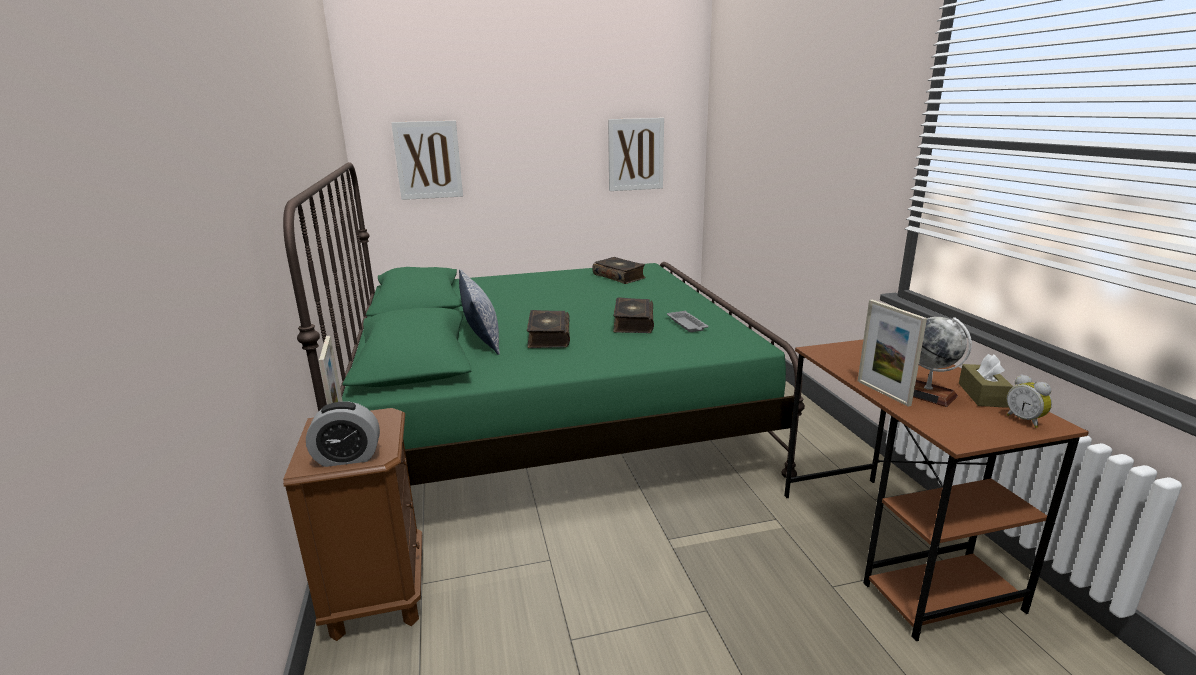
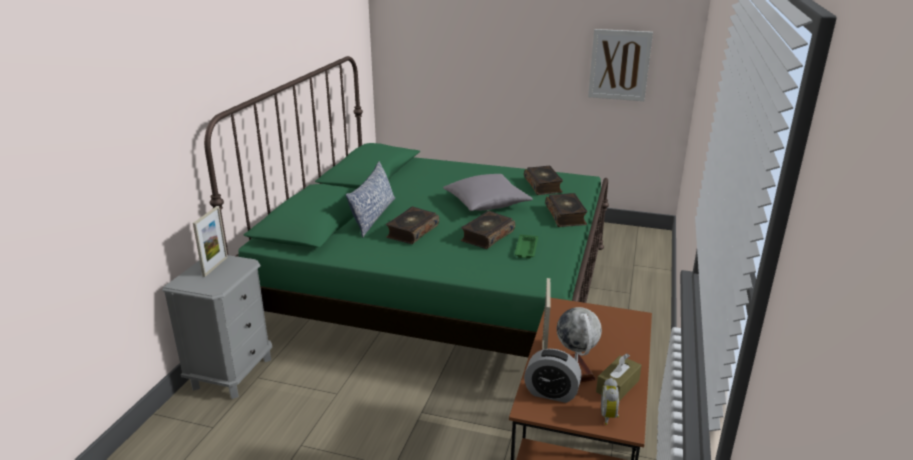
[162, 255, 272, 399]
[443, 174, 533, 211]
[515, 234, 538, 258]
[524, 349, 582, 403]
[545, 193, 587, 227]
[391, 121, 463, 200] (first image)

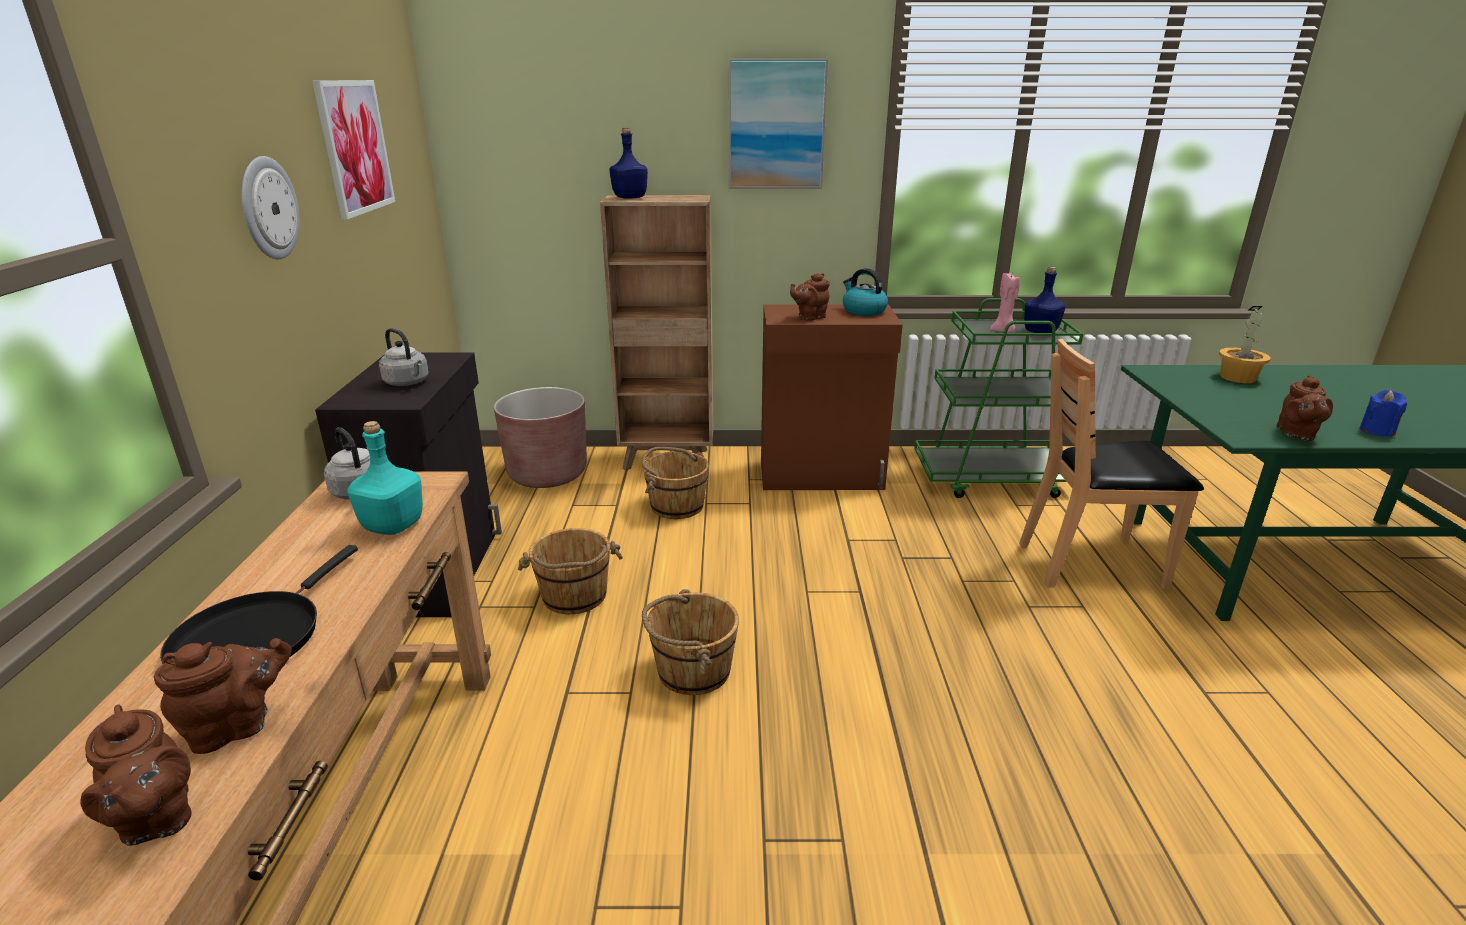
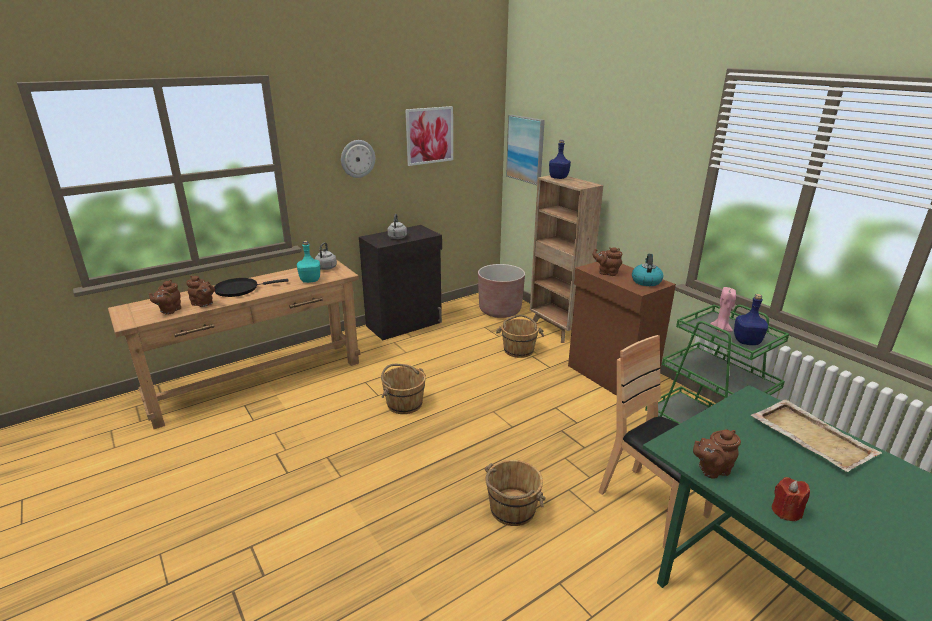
[485, 460, 546, 526]
[506, 115, 545, 185]
[751, 399, 882, 472]
[772, 477, 810, 521]

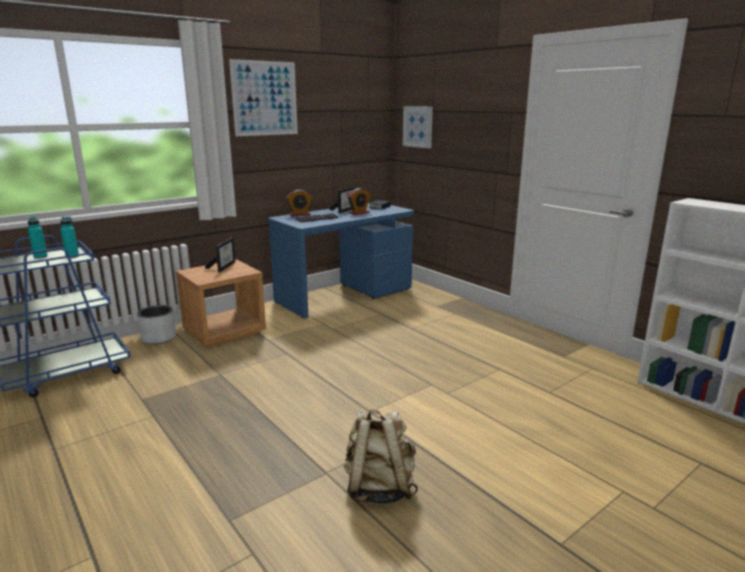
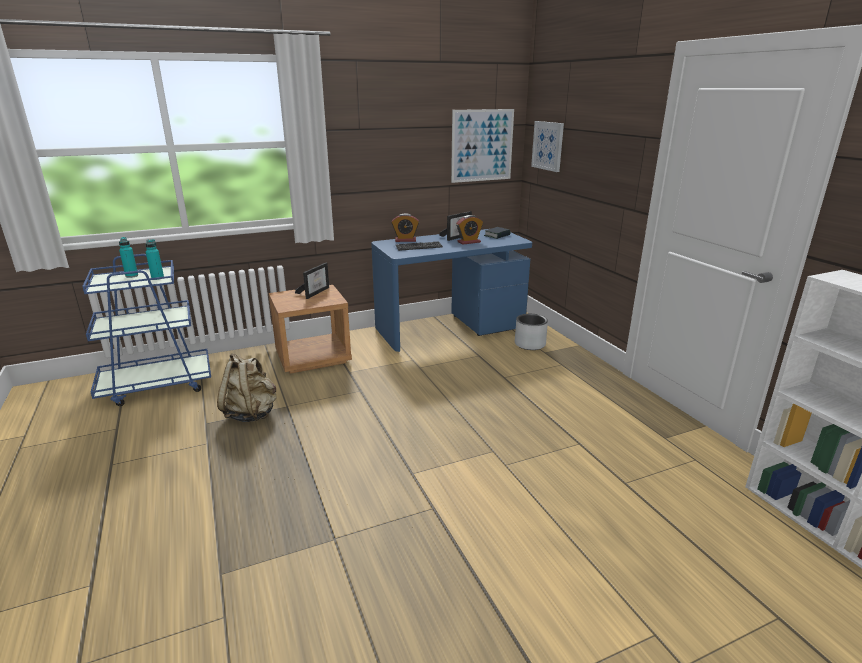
[217, 353, 277, 422]
[451, 109, 514, 183]
[515, 314, 548, 350]

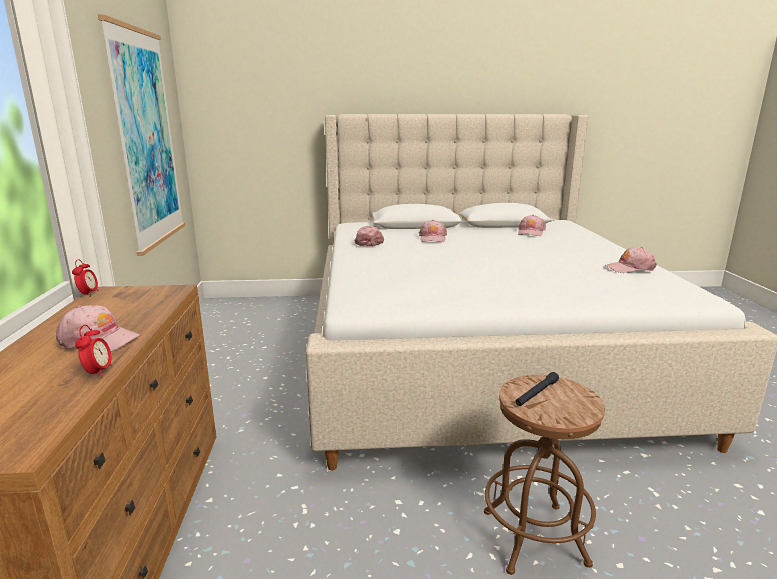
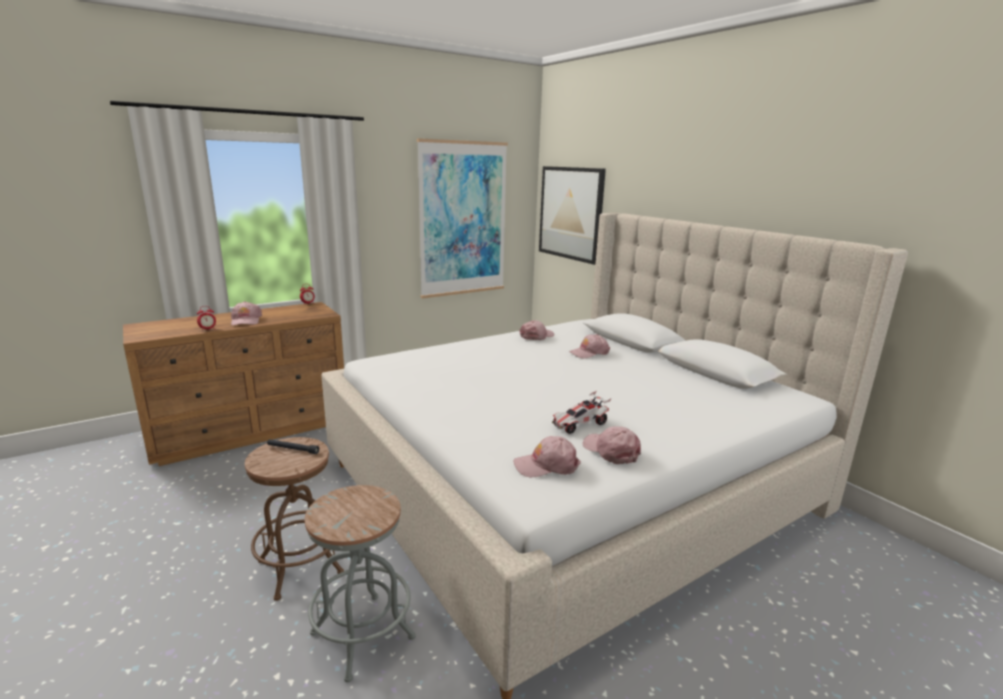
[305, 485, 416, 683]
[514, 436, 581, 478]
[539, 166, 606, 265]
[552, 391, 611, 434]

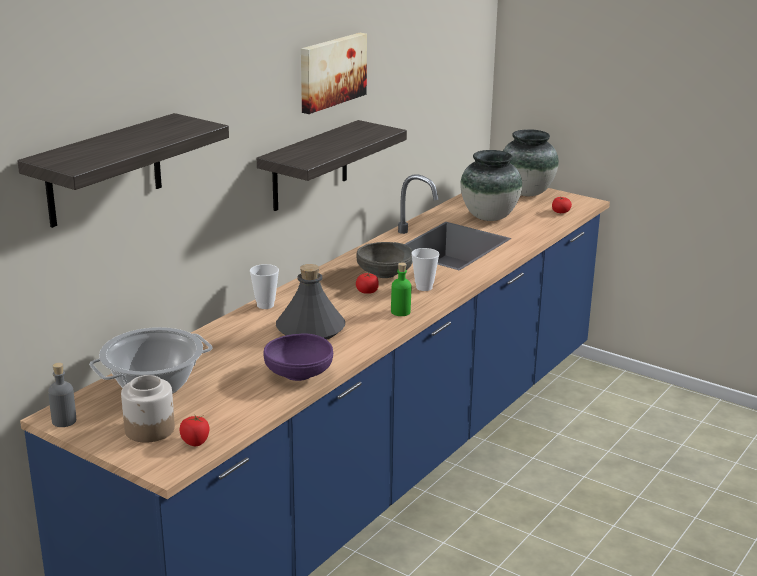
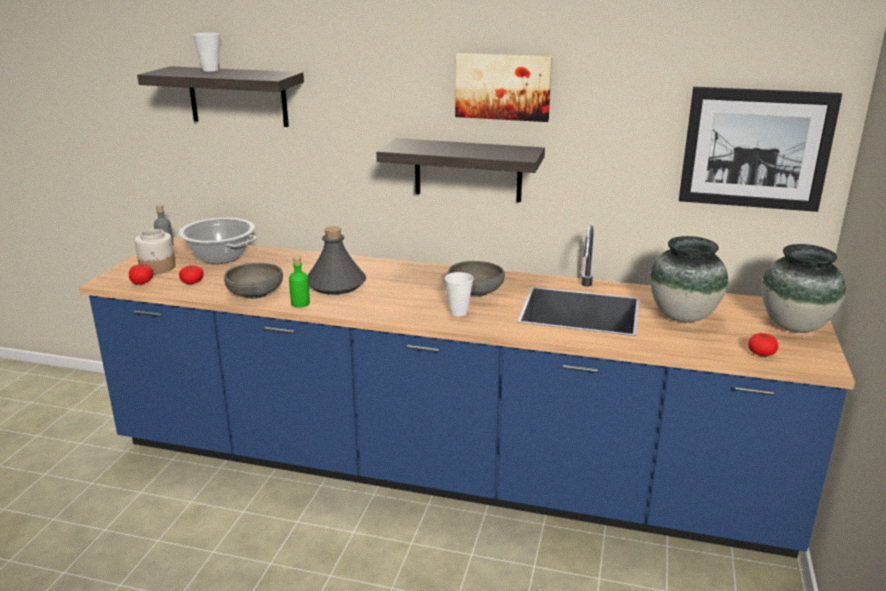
[179, 265, 204, 284]
[193, 33, 220, 71]
[224, 263, 283, 299]
[289, 256, 310, 308]
[679, 87, 842, 212]

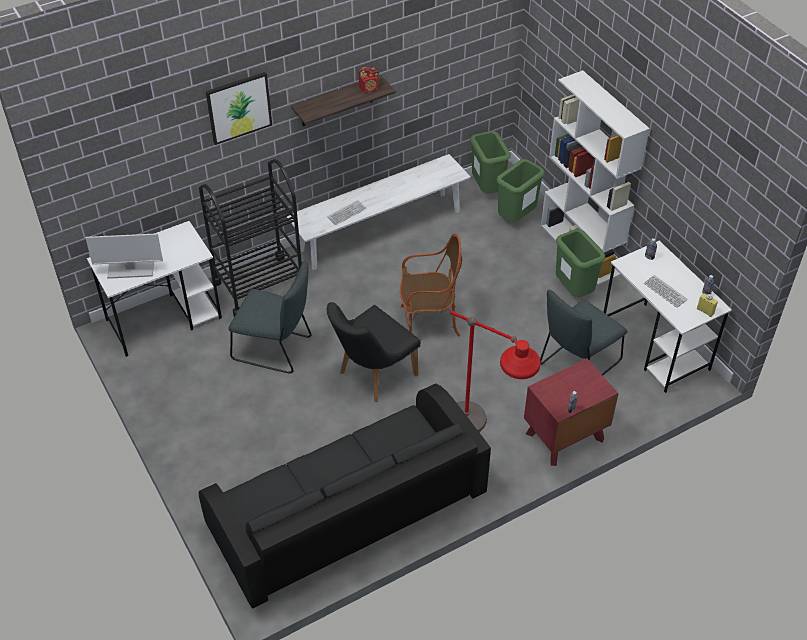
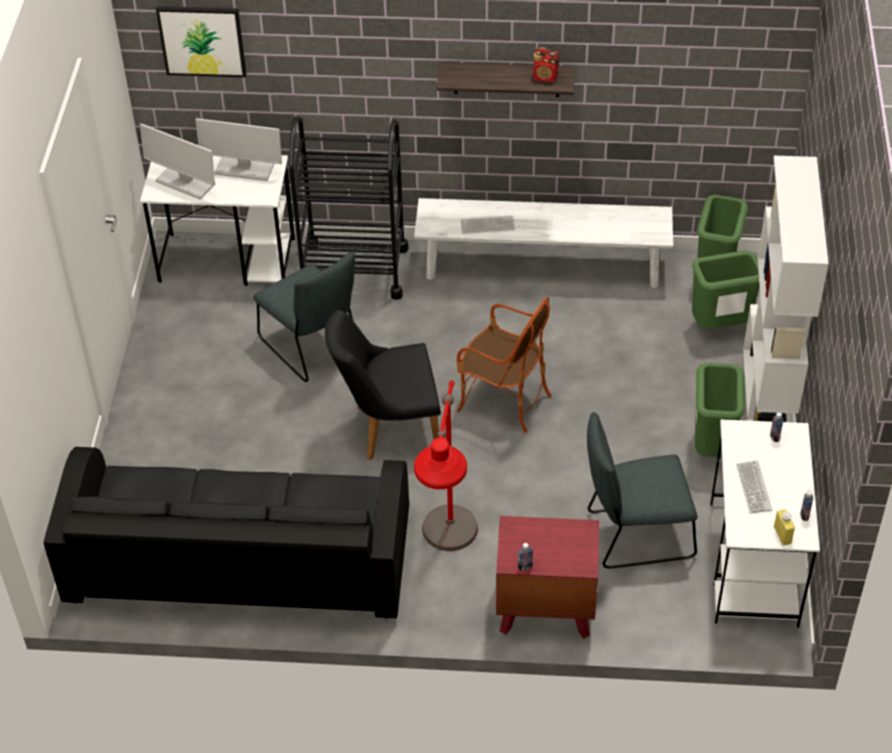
[156, 6, 247, 78]
[195, 118, 282, 181]

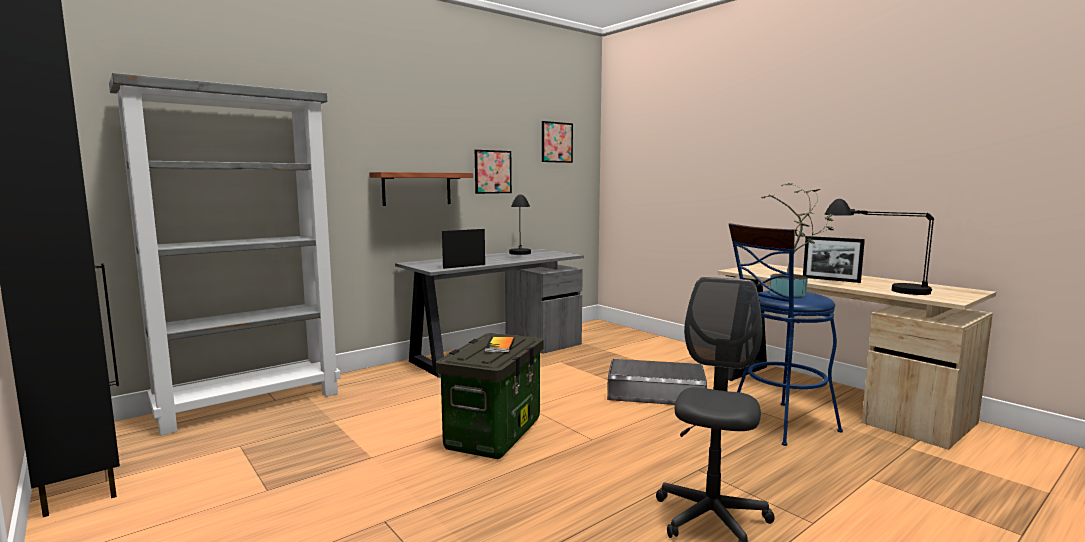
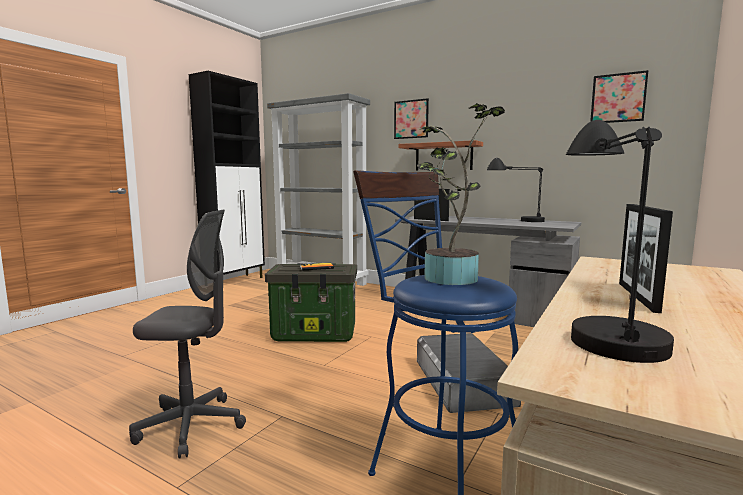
[394, 98, 429, 139]

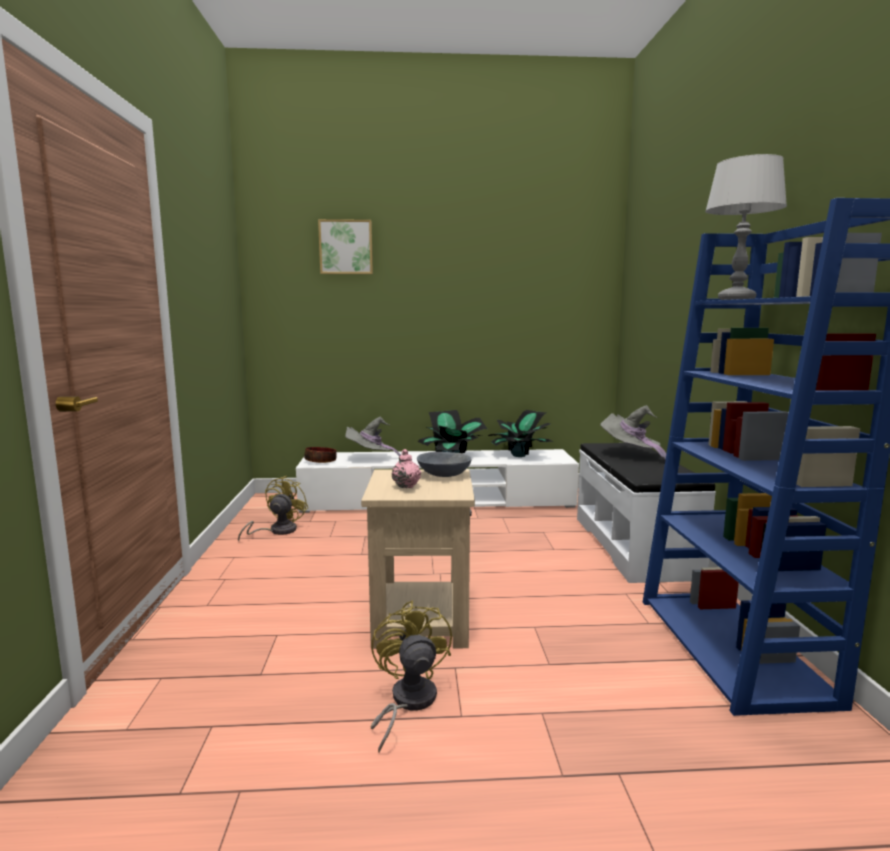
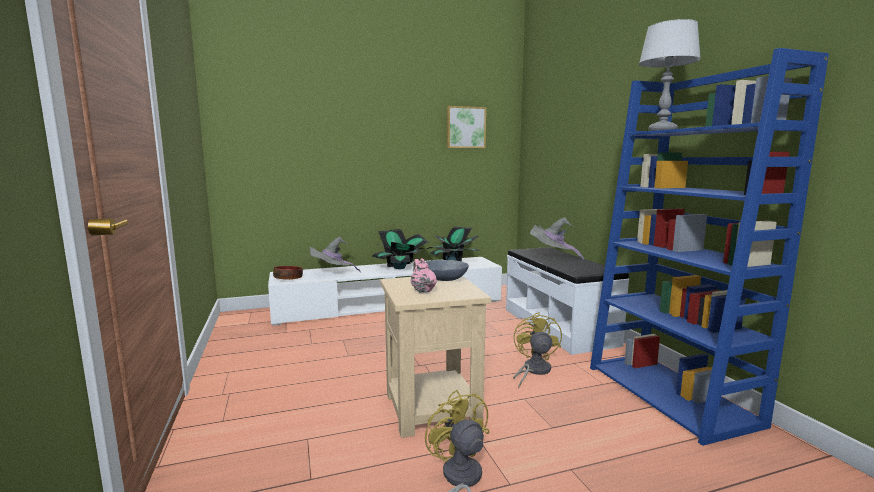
[447, 106, 486, 148]
[513, 312, 562, 389]

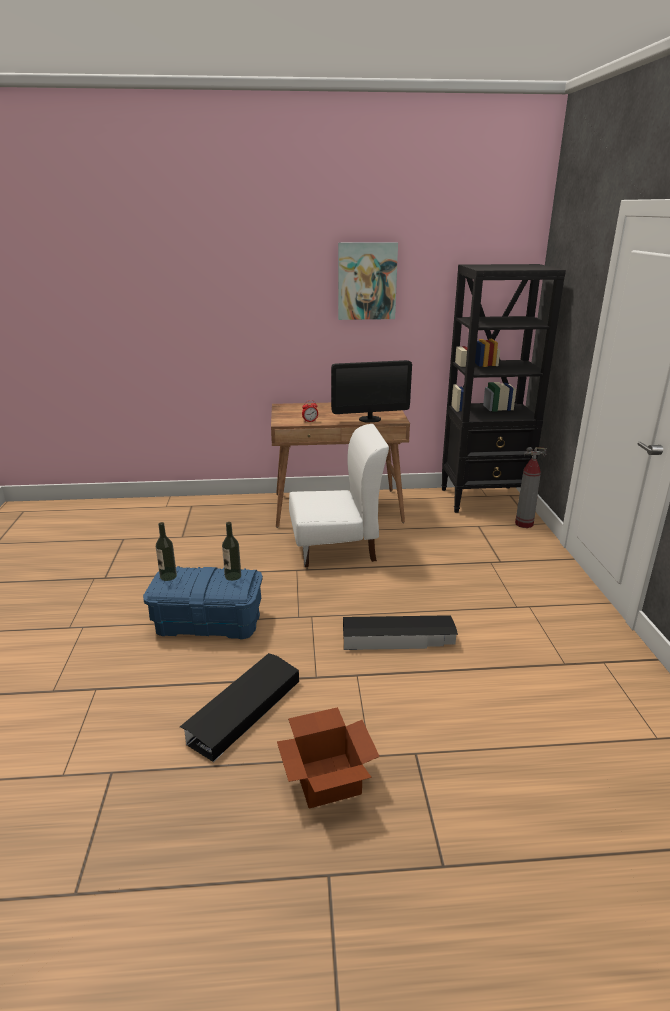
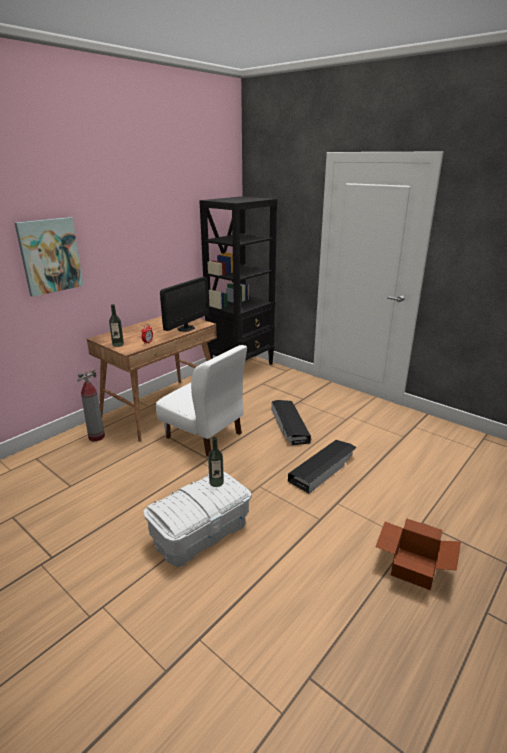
[15, 217, 84, 297]
[77, 370, 105, 441]
[109, 304, 124, 347]
[143, 472, 252, 567]
[156, 345, 247, 457]
[272, 400, 311, 445]

